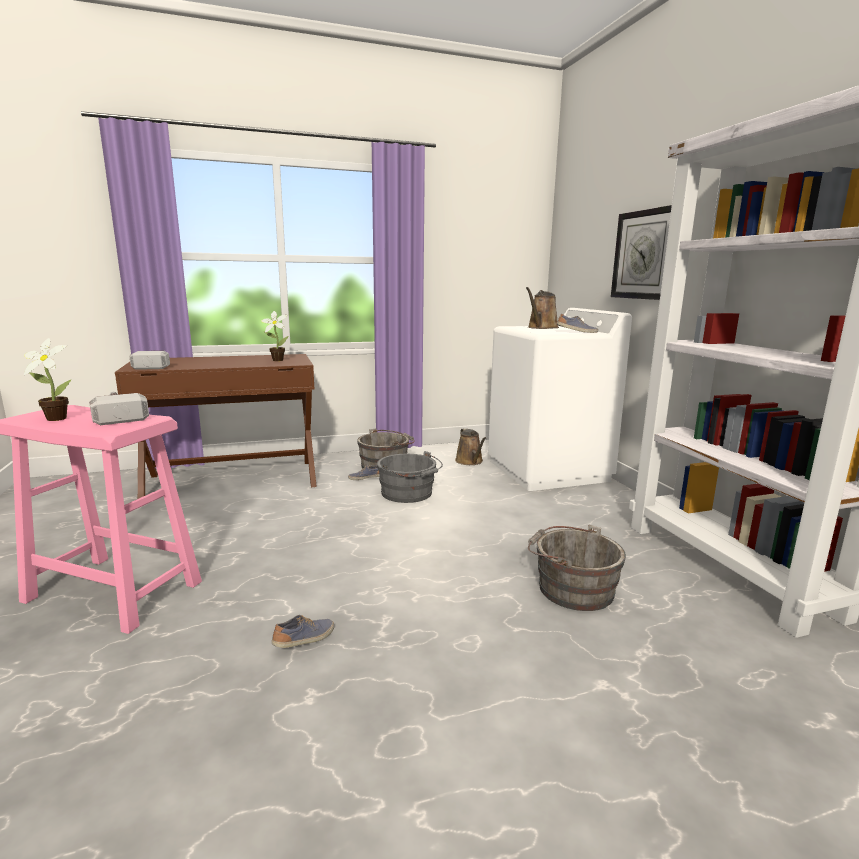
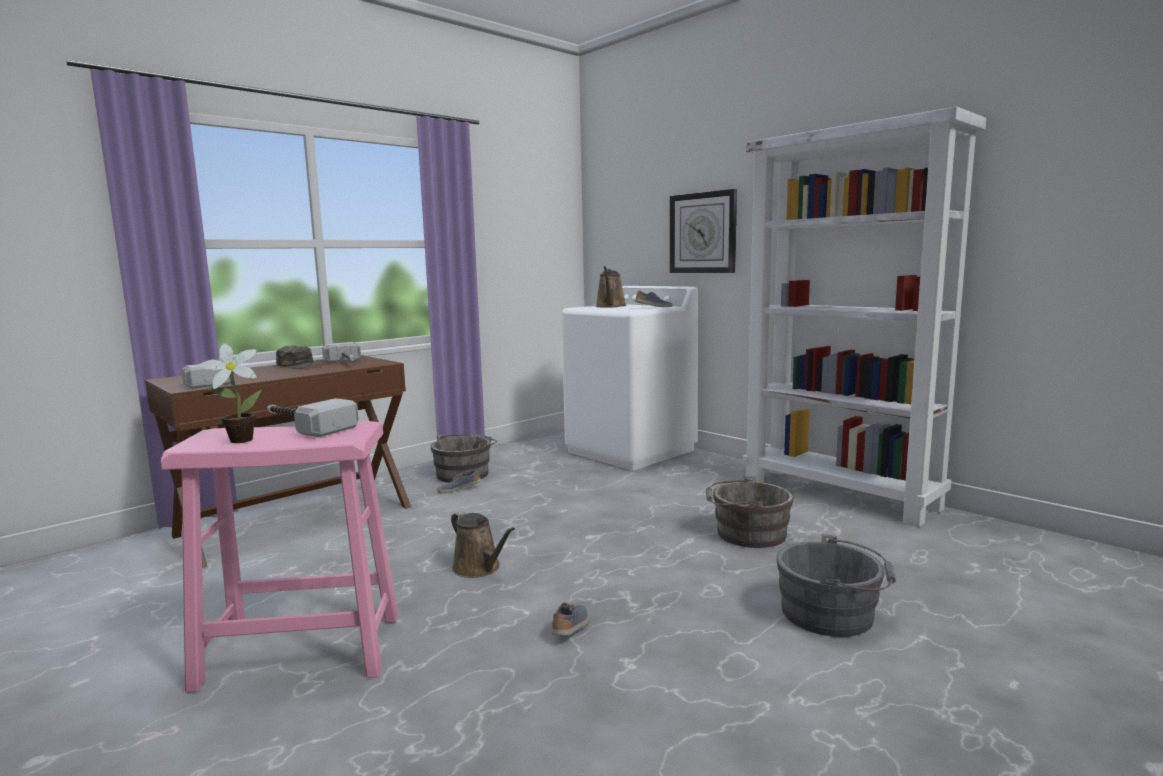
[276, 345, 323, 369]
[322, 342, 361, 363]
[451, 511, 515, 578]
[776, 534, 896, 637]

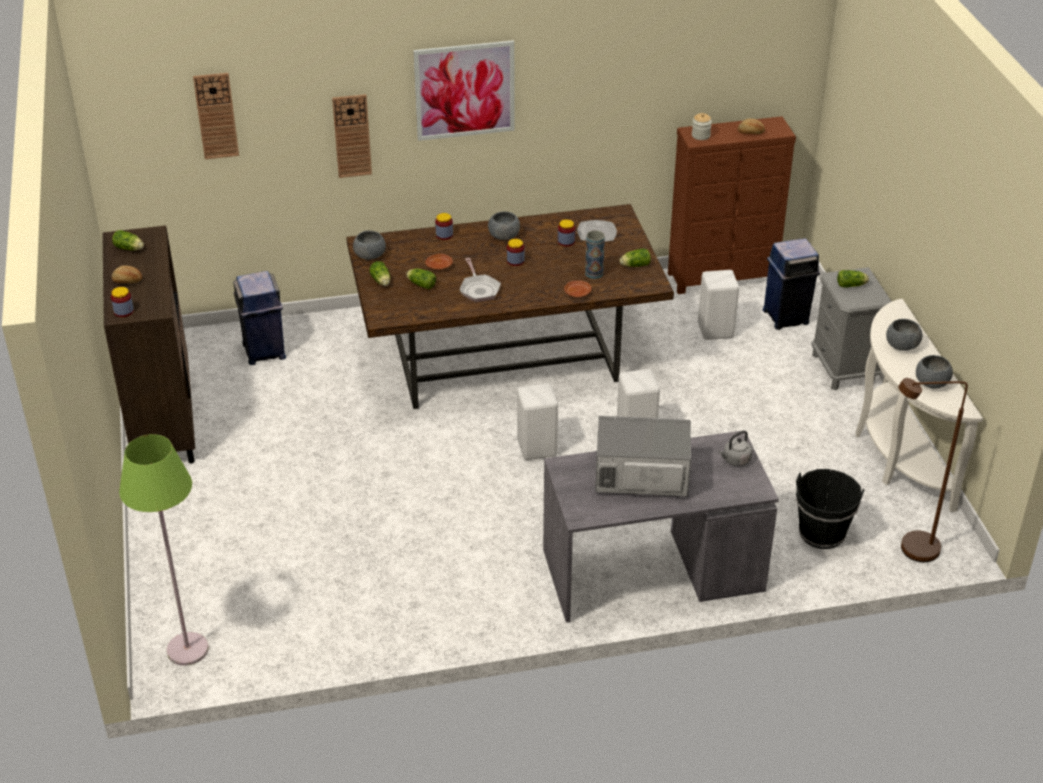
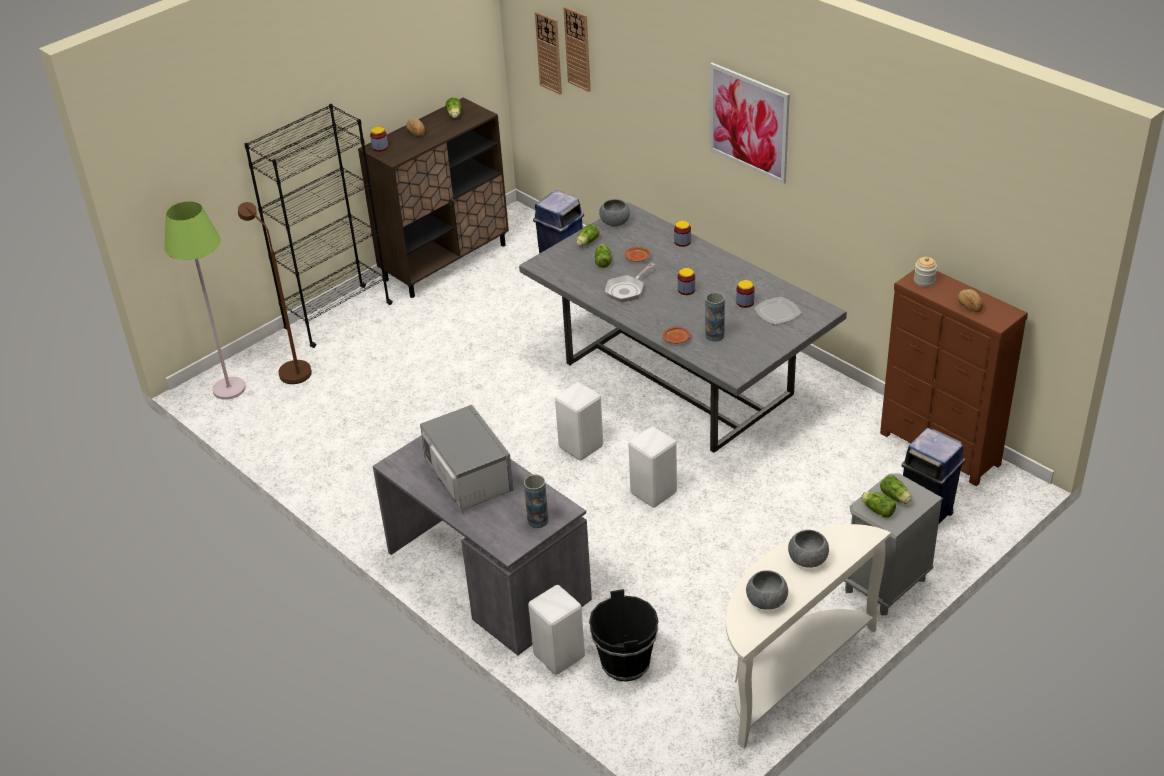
[238, 202, 312, 384]
[244, 104, 393, 348]
[519, 202, 847, 453]
[524, 475, 549, 528]
[528, 585, 585, 675]
[535, 11, 562, 95]
[861, 492, 896, 518]
[488, 211, 520, 240] (first image)

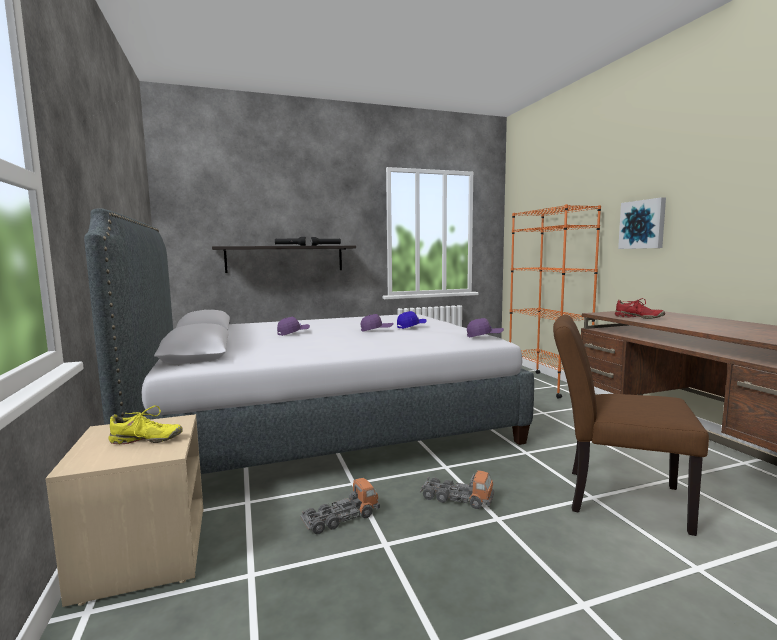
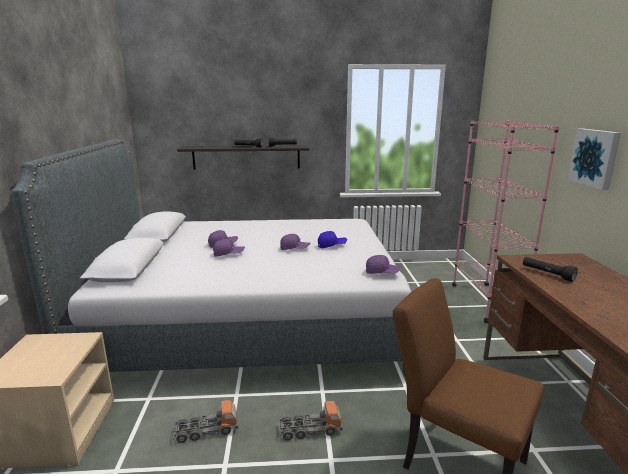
[213, 239, 245, 256]
[278, 401, 343, 441]
[452, 120, 559, 323]
[523, 257, 578, 282]
[108, 406, 183, 444] (first image)

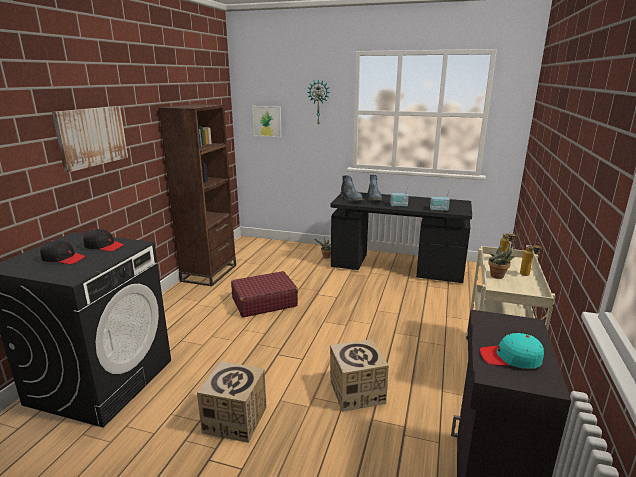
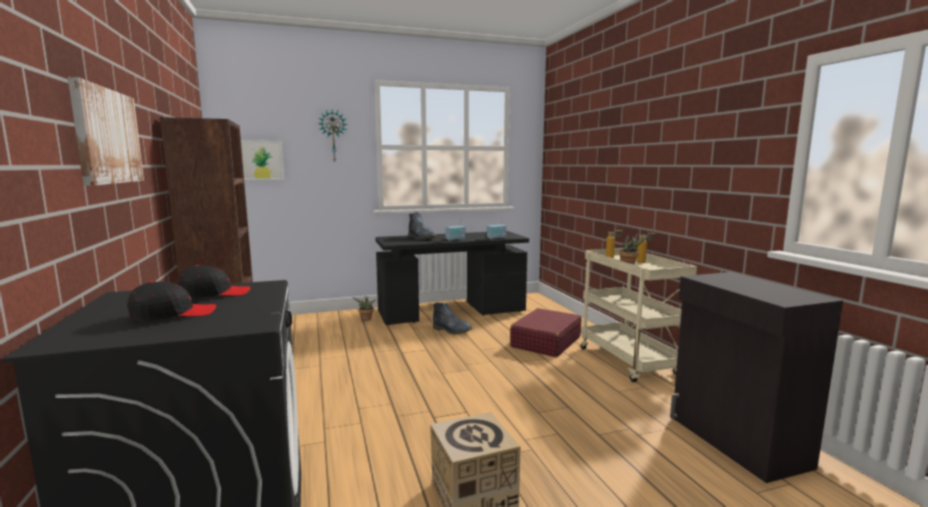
[433, 303, 472, 334]
[510, 308, 581, 357]
[330, 339, 389, 412] (first image)
[480, 333, 544, 369] (first image)

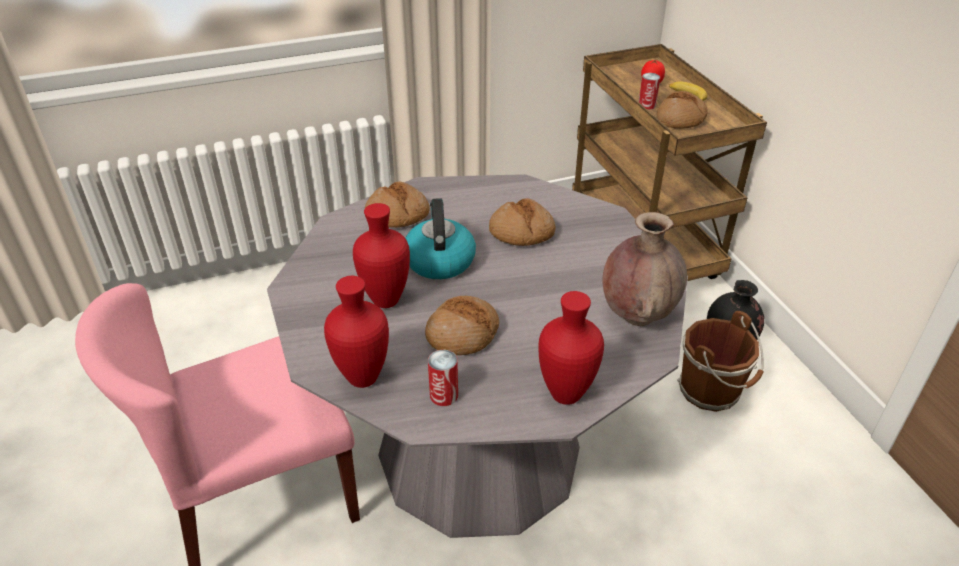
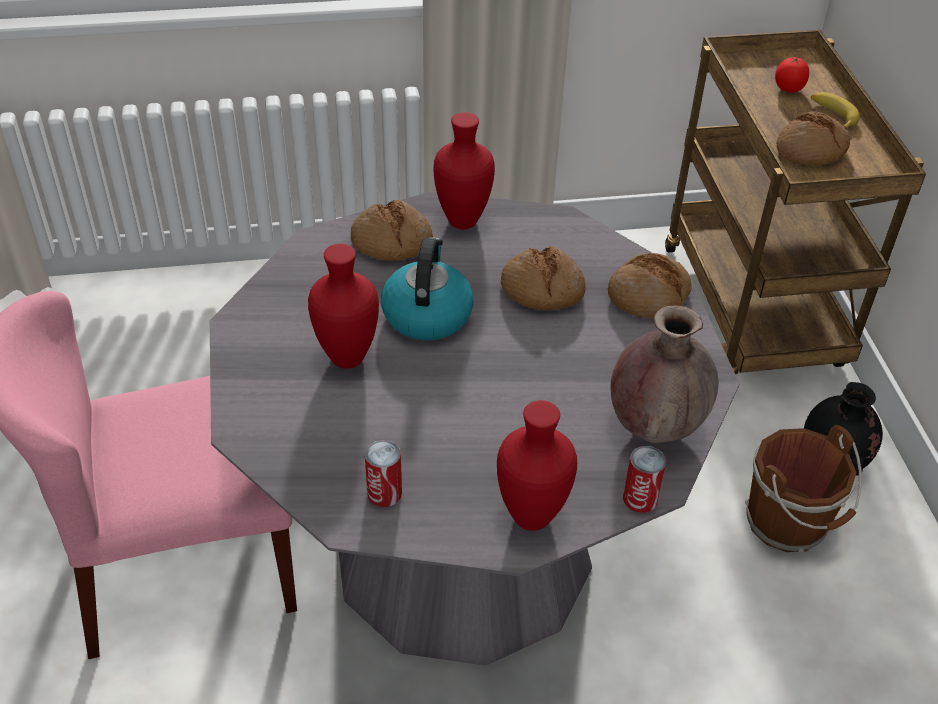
[433, 112, 495, 229]
[608, 253, 692, 318]
[623, 446, 666, 513]

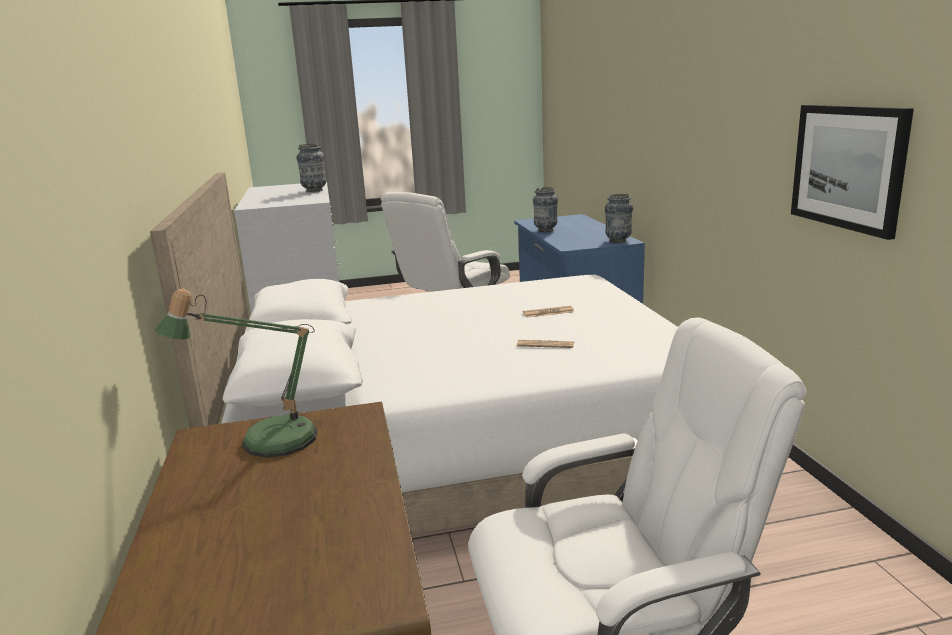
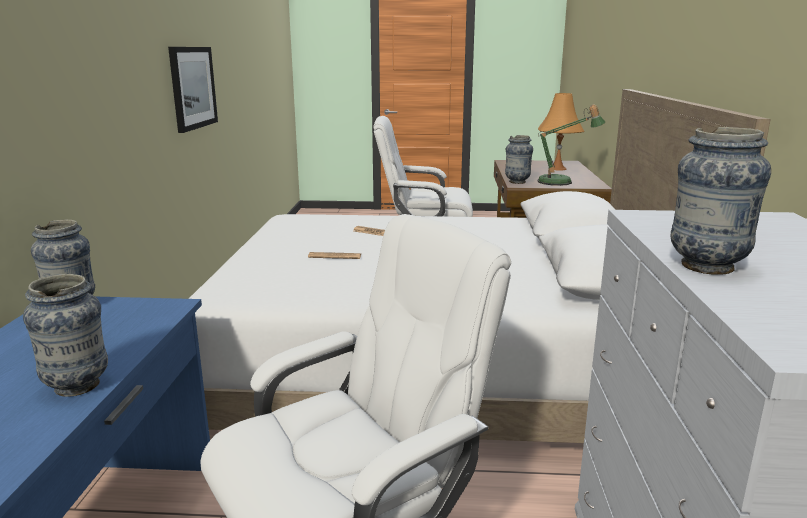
[505, 135, 533, 184]
[538, 93, 584, 170]

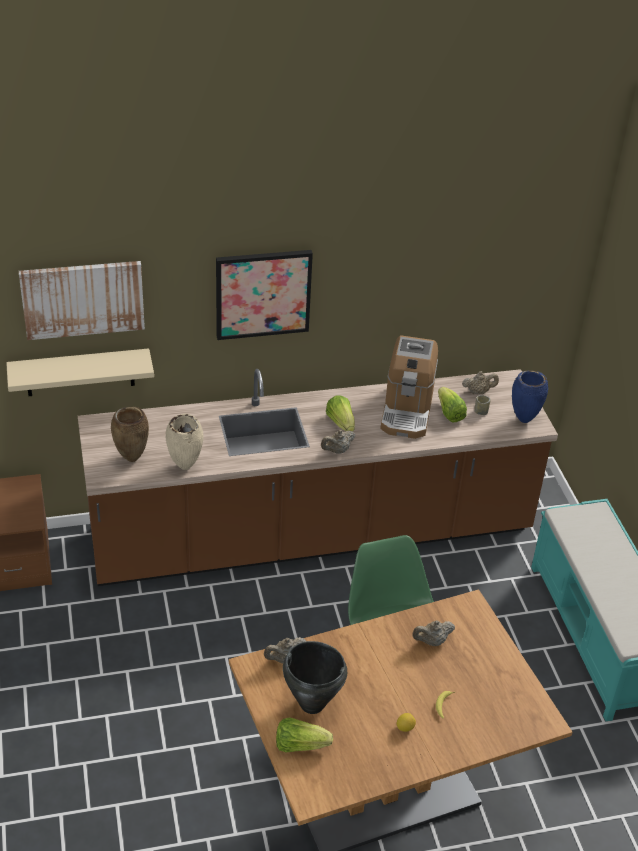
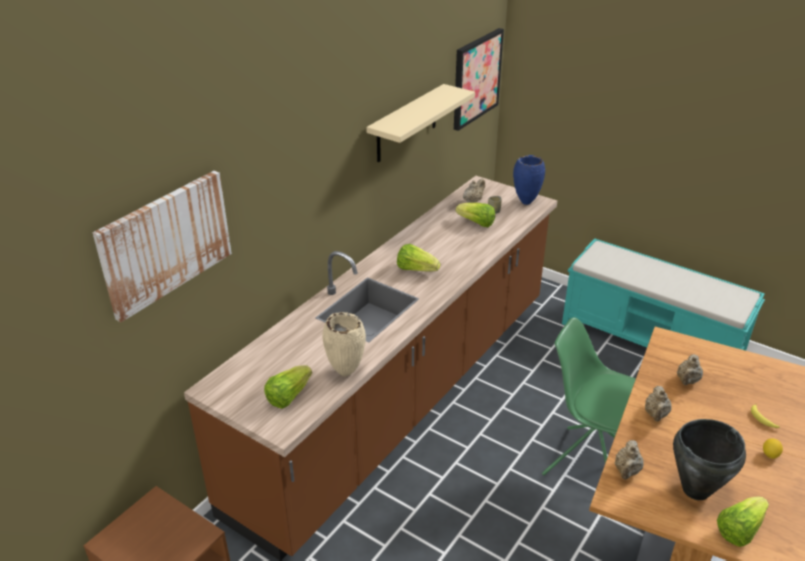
[264, 365, 312, 409]
[366, 84, 475, 162]
[454, 28, 504, 131]
[645, 386, 671, 422]
[380, 335, 438, 439] (first image)

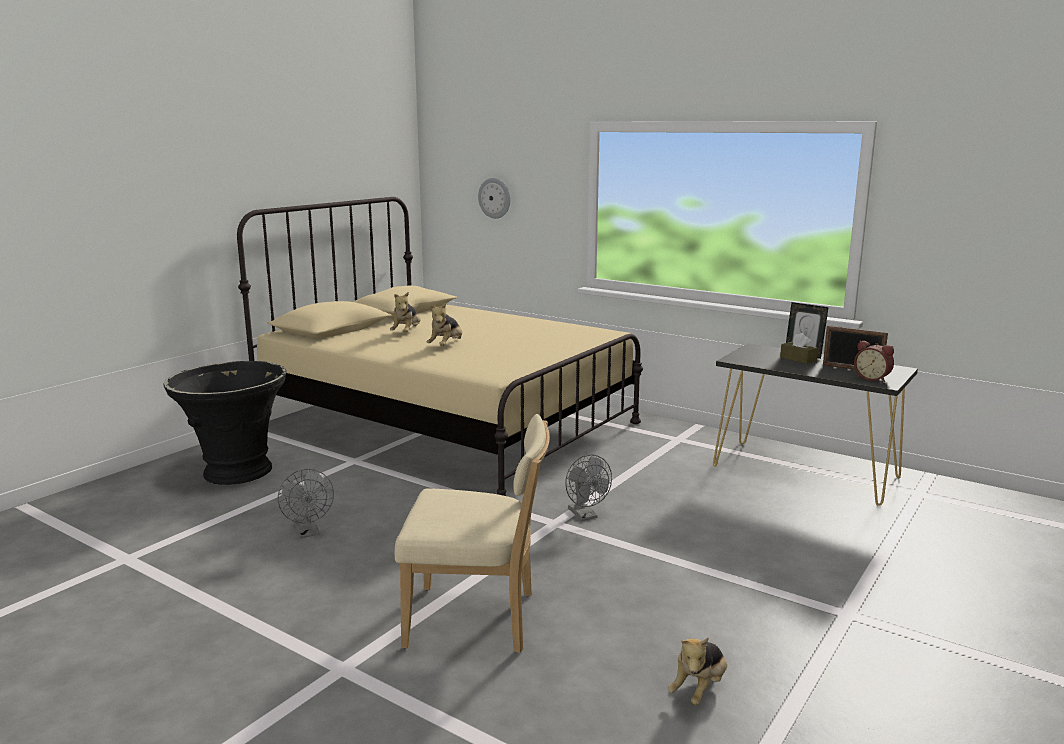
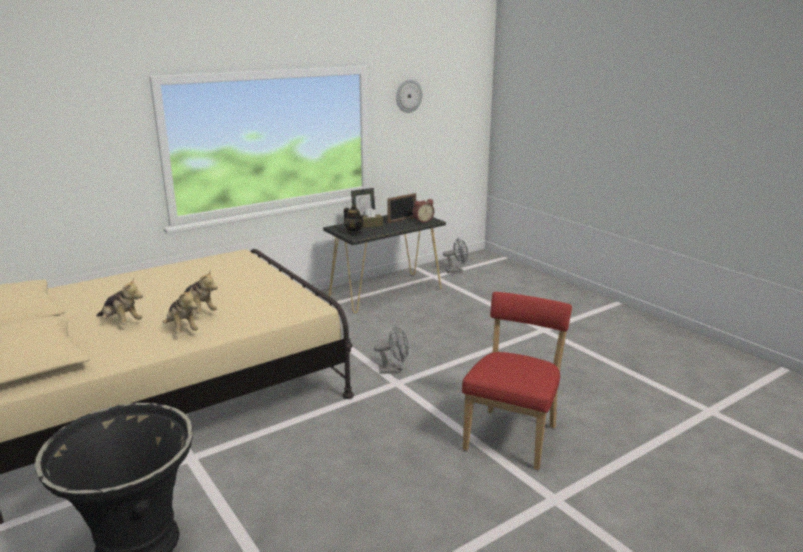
[162, 288, 198, 333]
[344, 205, 364, 234]
[396, 79, 423, 113]
[443, 238, 468, 273]
[462, 292, 572, 470]

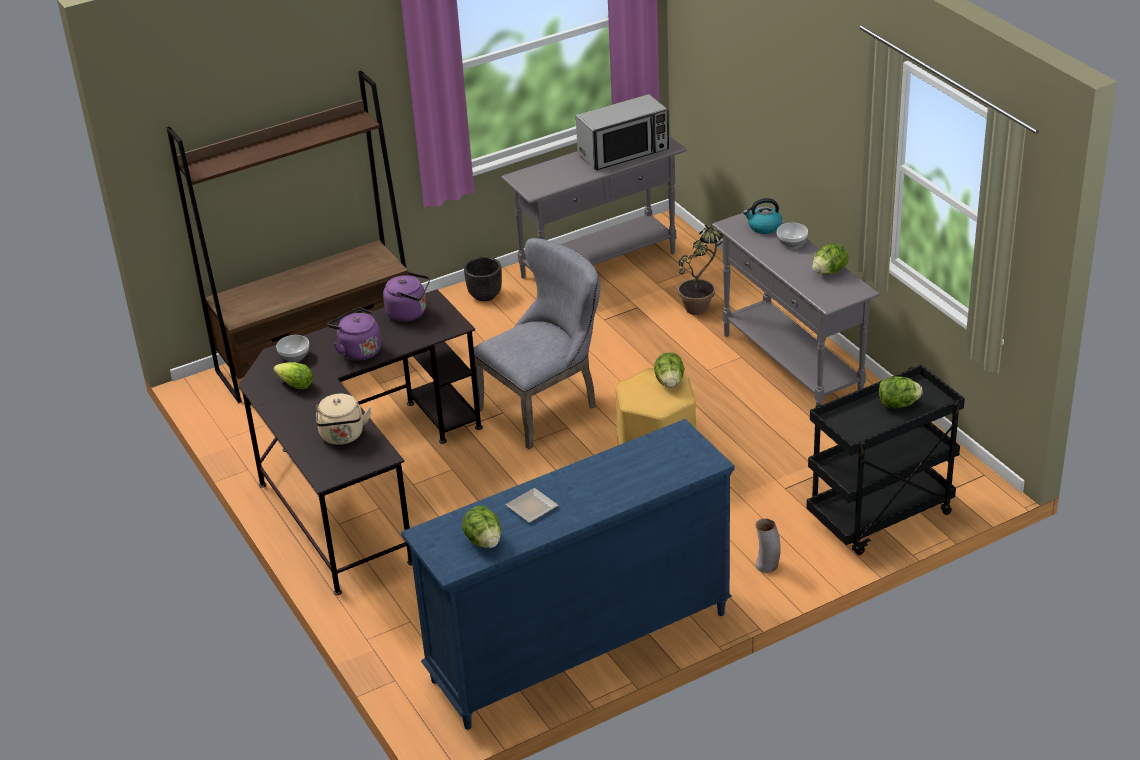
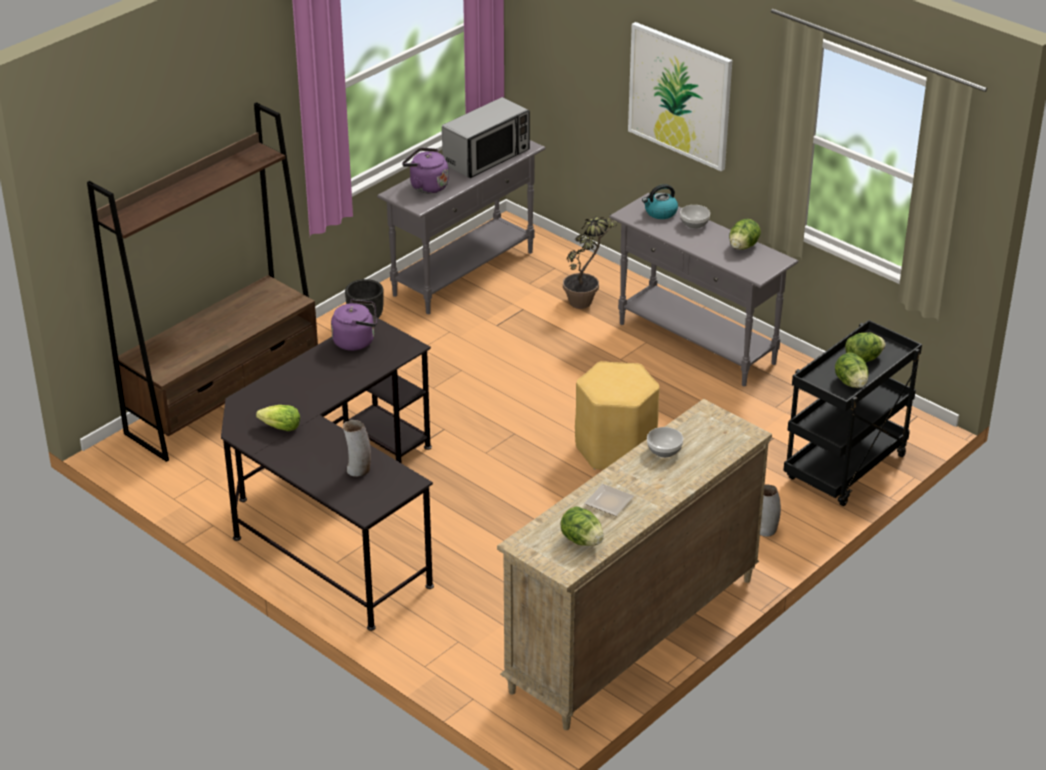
[343, 420, 371, 477]
[402, 148, 448, 193]
[497, 399, 772, 730]
[628, 22, 732, 171]
[647, 427, 683, 458]
[835, 352, 869, 388]
[474, 238, 601, 449] (first image)

